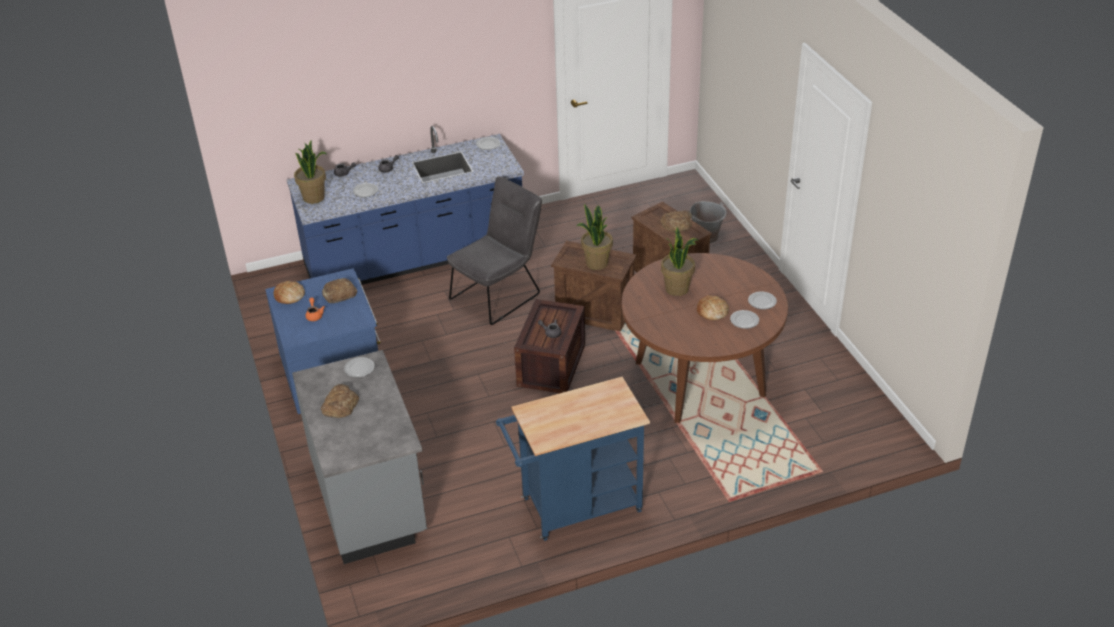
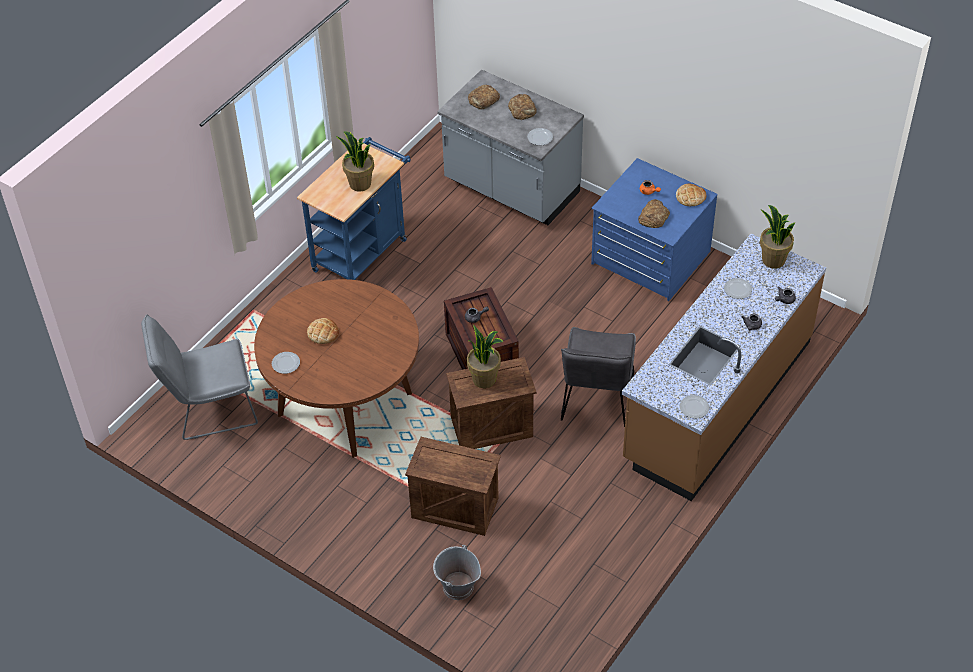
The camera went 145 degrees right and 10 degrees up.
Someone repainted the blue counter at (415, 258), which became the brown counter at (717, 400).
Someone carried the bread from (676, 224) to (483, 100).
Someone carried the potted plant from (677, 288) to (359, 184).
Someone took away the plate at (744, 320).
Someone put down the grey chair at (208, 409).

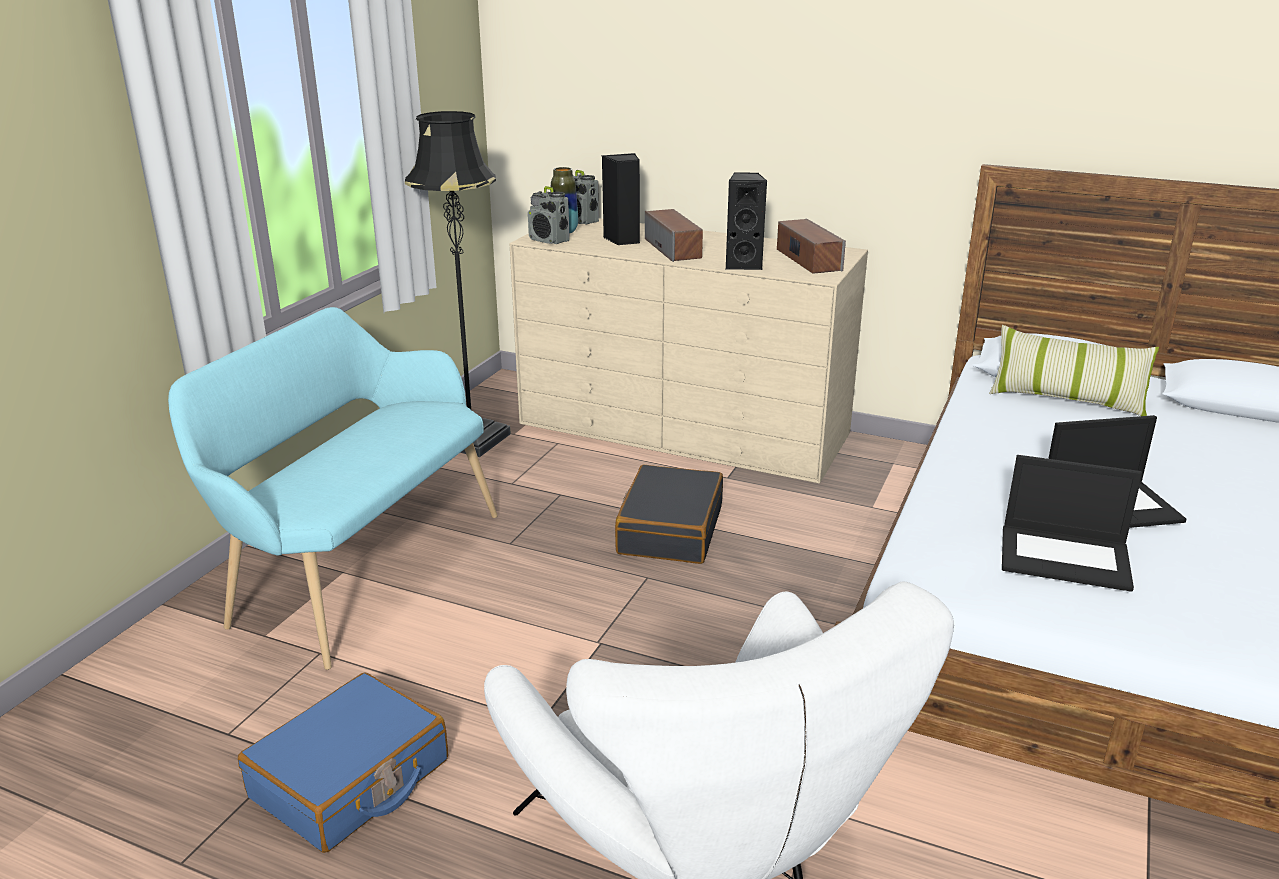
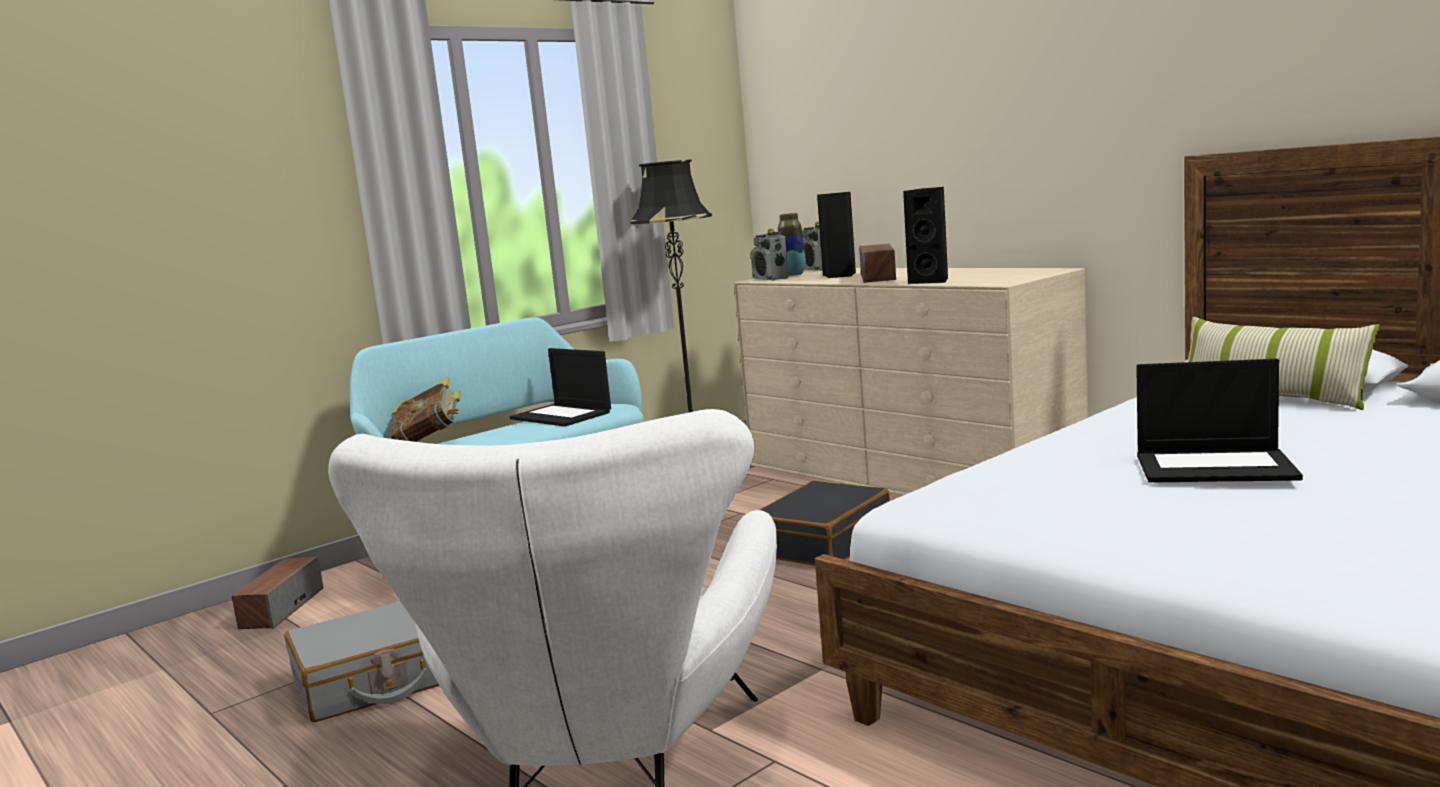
The camera went 25 degrees right and 15 degrees down.
Someone repainted the blue suitcase at (350, 780), which became the grey suitcase at (380, 680).
Someone carried the speaker from (808, 260) to (281, 608).
Someone carried the laptop from (1066, 557) to (562, 415).
Someone put down the book at (430, 442).

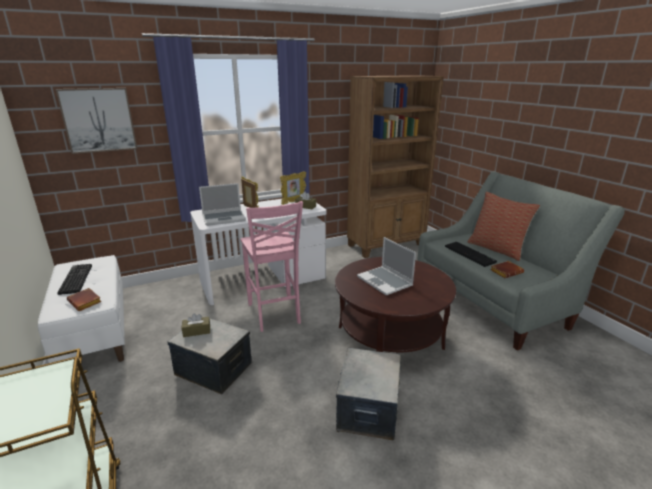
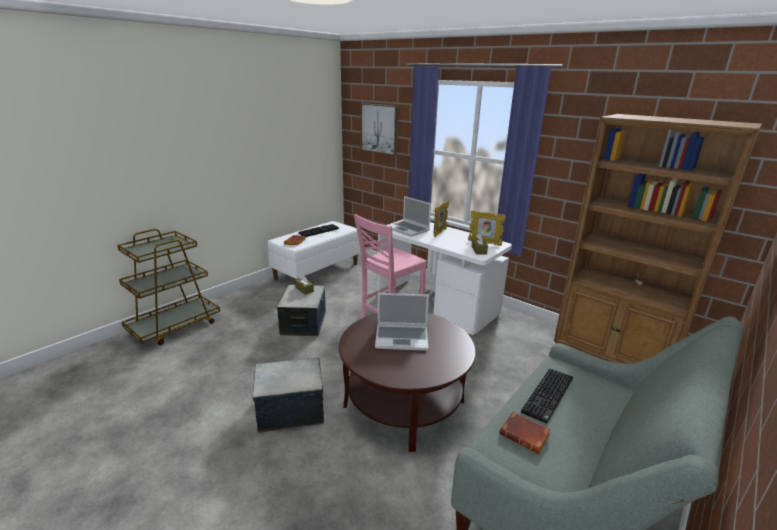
The camera went 65 degrees right and 0 degrees up.
Someone rotated the laptop at (385, 281) by 120 degrees counterclockwise.
Someone took away the pillow at (497, 249).

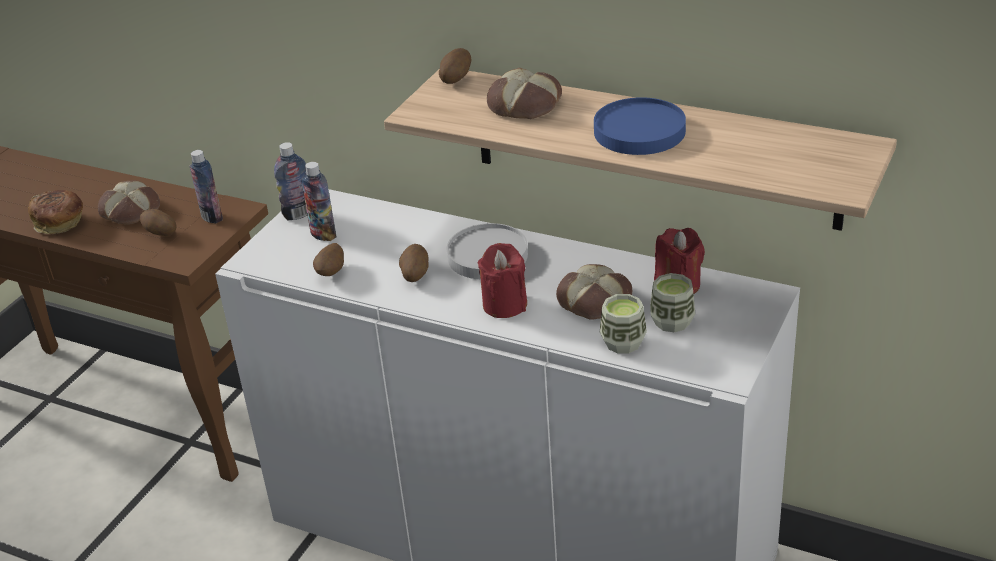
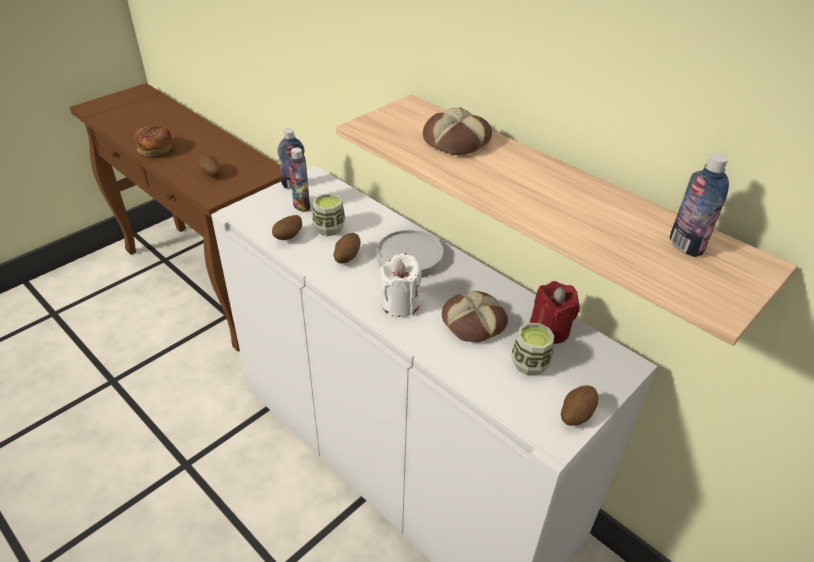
The camera went 15 degrees right and 5 degrees up.
Someone took away the bread at (129, 211).
Someone carried the bottle from (212, 217) to (685, 245).
Someone carried the potato from (455, 79) to (575, 415).
Someone repainted the red candle at (504, 304), which became the white candle at (400, 304).
Someone took away the blue plate at (638, 131).
Someone carried the cup from (623, 342) to (329, 228).

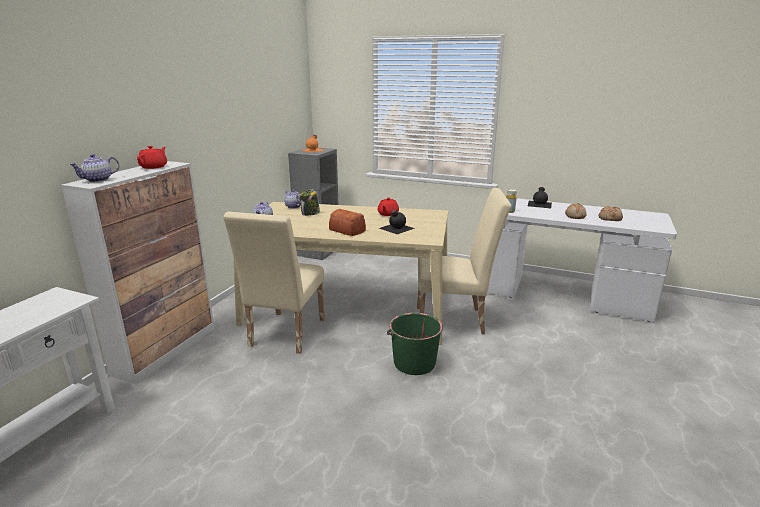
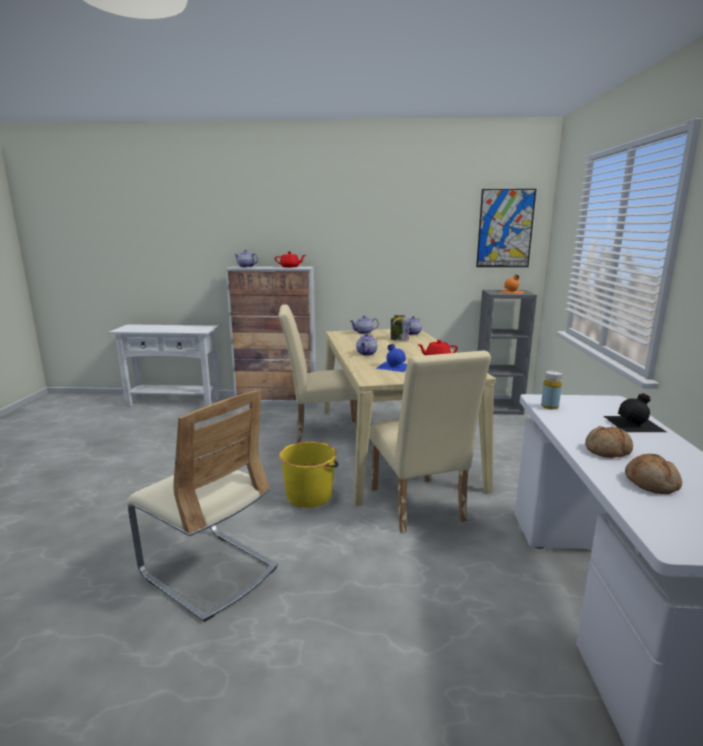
The camera went 70 degrees right and 5 degrees down.
Someone swapped the bread at (347, 230) for the teapot at (367, 353).
Someone repainted the black bottle at (396, 228), which became the blue bottle at (394, 366).
Someone repainted the green bucket at (414, 362), which became the yellow bucket at (310, 495).
Someone put down the beige chair at (208, 571).
Someone put up the picture at (505, 228).

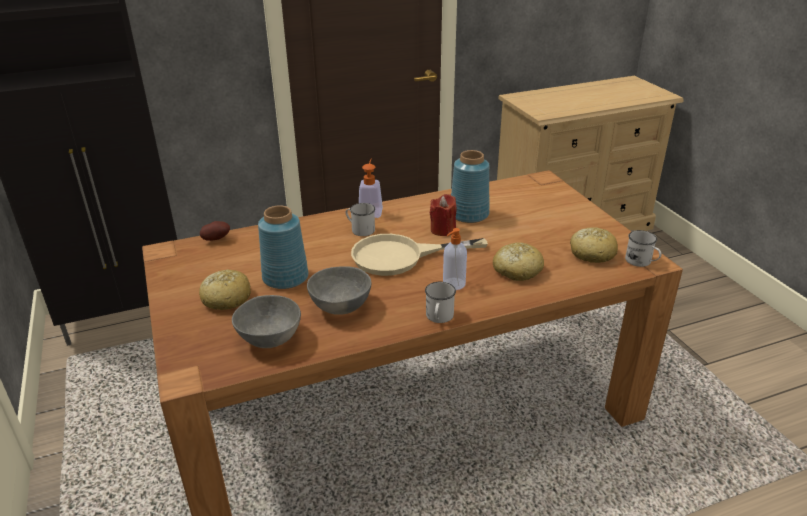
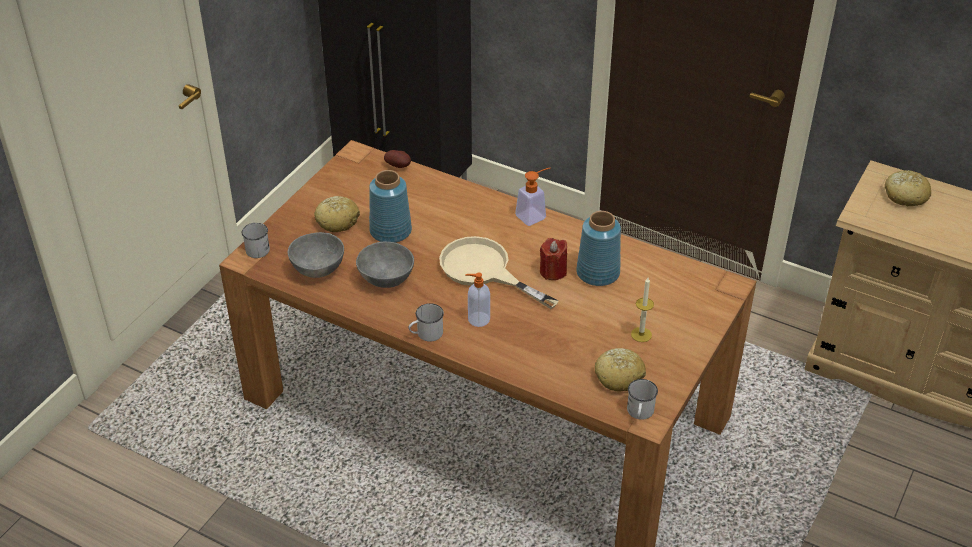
The camera went 50 degrees right and 10 degrees up.
Someone carried the white mug from (360, 229) to (257, 248).
Someone carried the bread from (517, 270) to (905, 195).
Someone put down the candle at (641, 334).

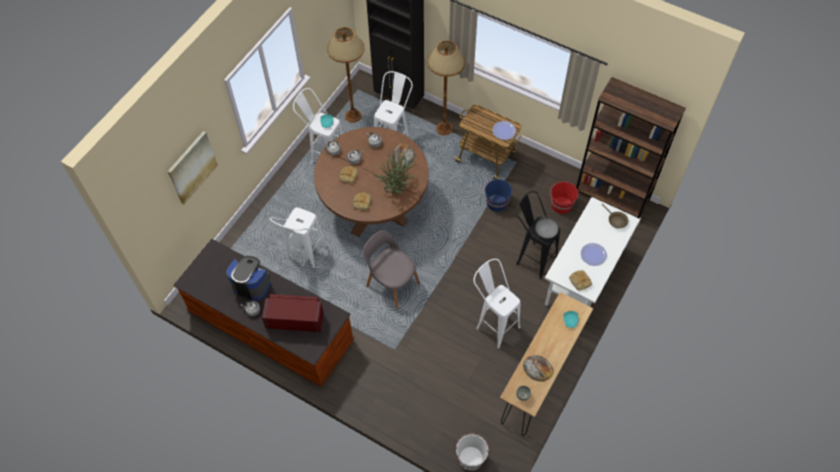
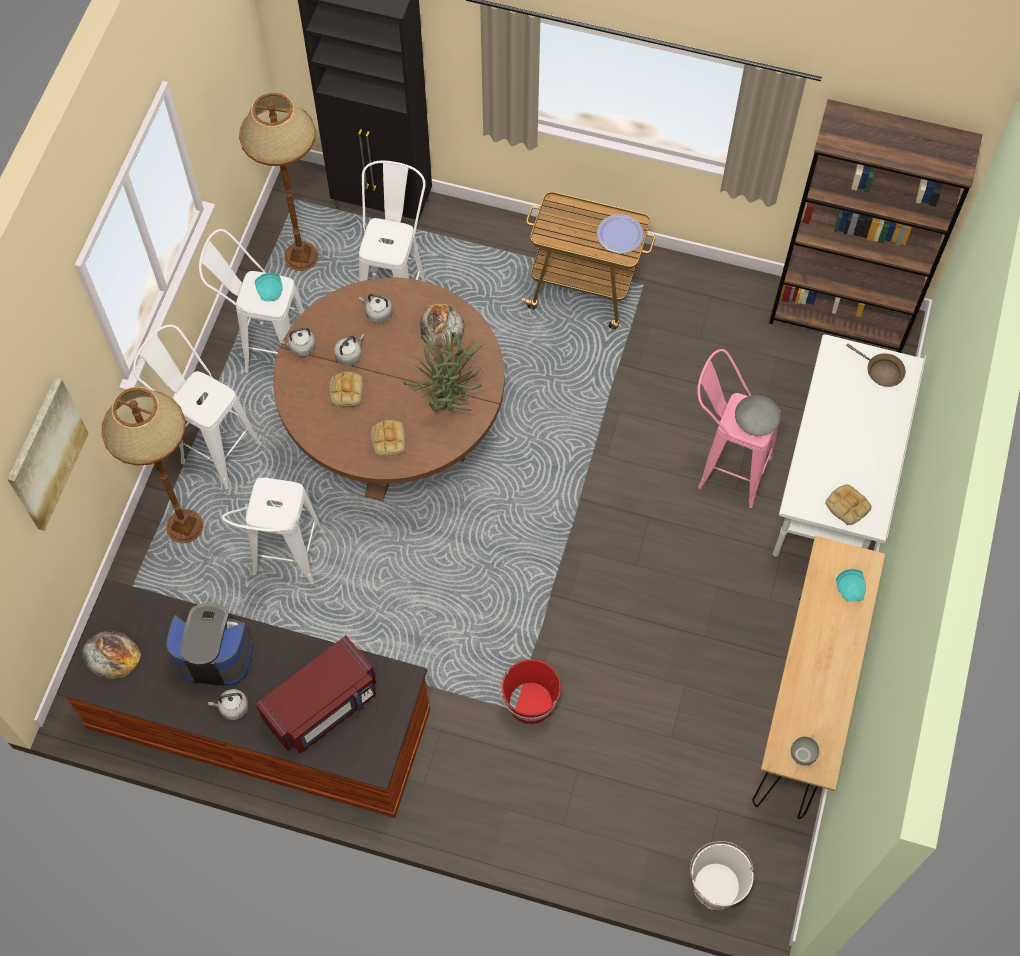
The camera went 15 degrees left and 5 degrees up.
Someone rotated the red microwave at (295, 319) by 150 degrees clockwise.
Someone took away the grey chair at (392, 283).
Someone carried the brown floor lamp from (444, 129) to (185, 526).
Someone carried the white stool from (493, 323) to (211, 447).
Someone took away the blue bucket at (496, 203).
Someone repainted the black stool at (531, 257), which became the pink stool at (723, 468).
Someone carried the bread from (538, 368) to (111, 654).
Someone carried the red bucket from (561, 205) to (530, 704).
Someone took away the plate at (593, 255).

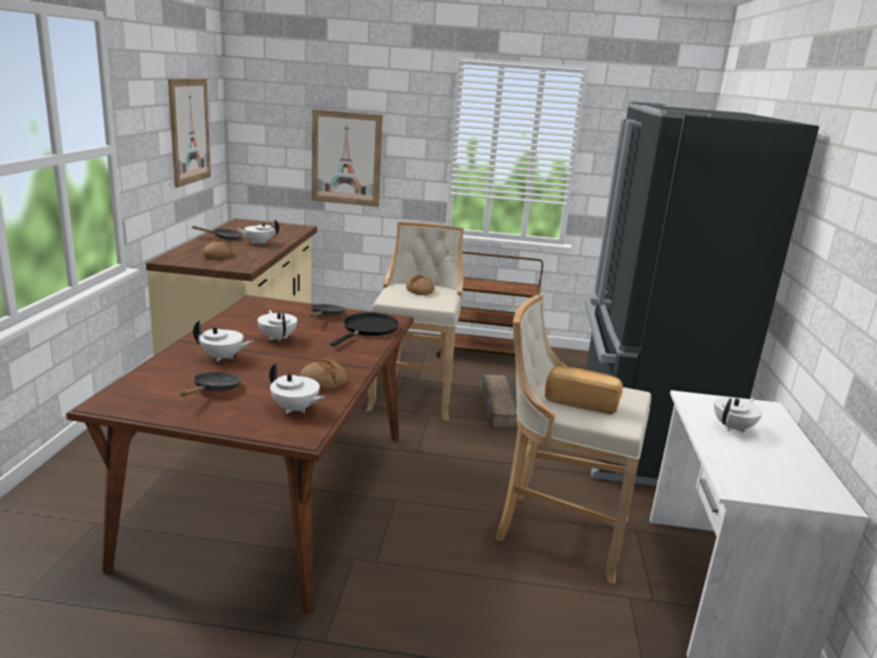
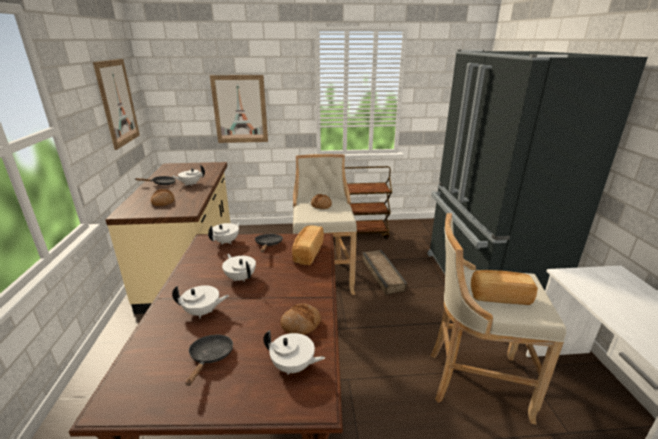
The camera went 10 degrees left and 5 degrees up.
Someone swapped the black frying pan at (368, 329) for the bread at (307, 253).
Someone carried the white teapot from (733, 427) to (227, 242).

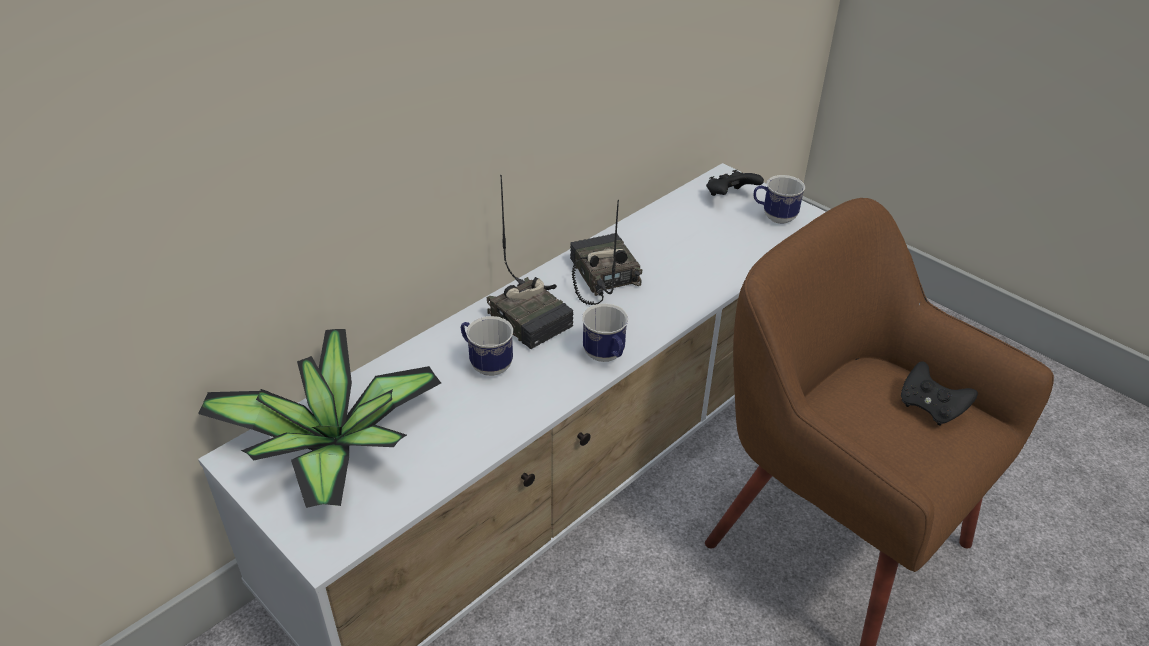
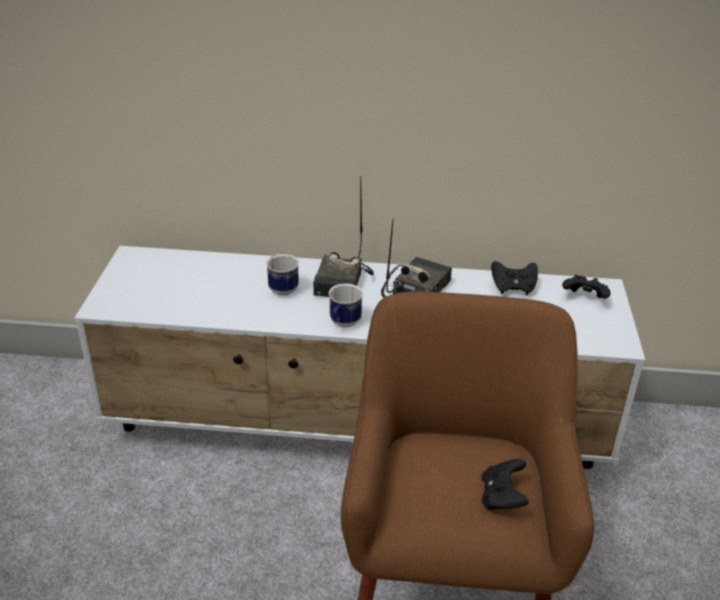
The camera went 50 degrees right and 5 degrees down.
Someone took away the potted plant at (334, 449).
Someone took away the mug at (774, 217).
Someone put down the black game controller at (513, 288).

